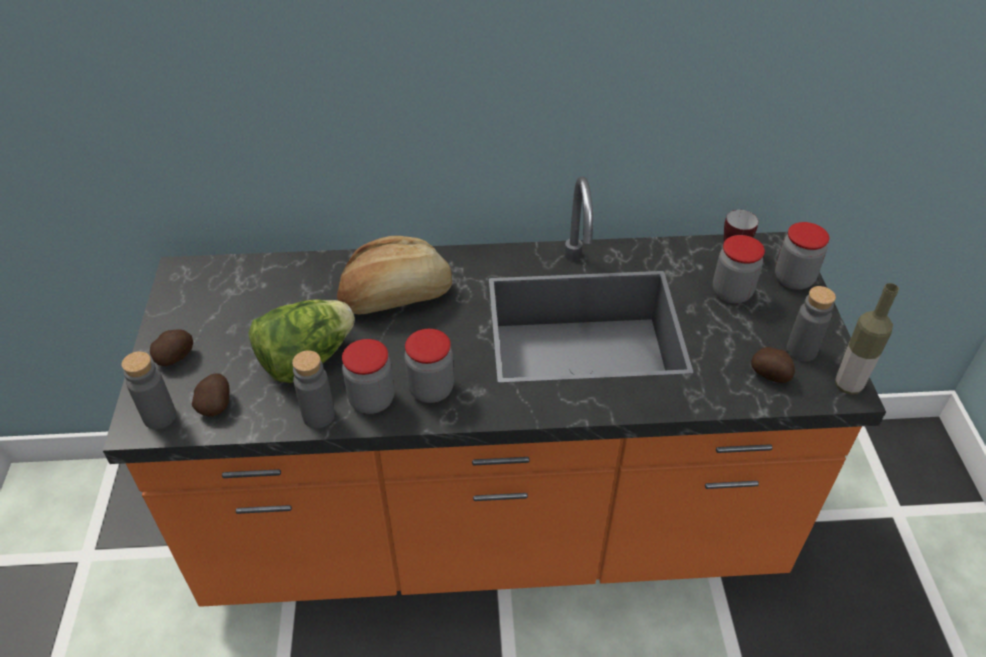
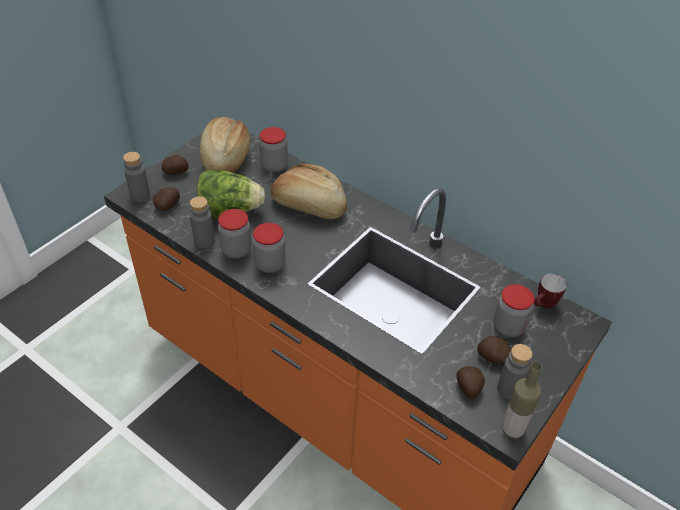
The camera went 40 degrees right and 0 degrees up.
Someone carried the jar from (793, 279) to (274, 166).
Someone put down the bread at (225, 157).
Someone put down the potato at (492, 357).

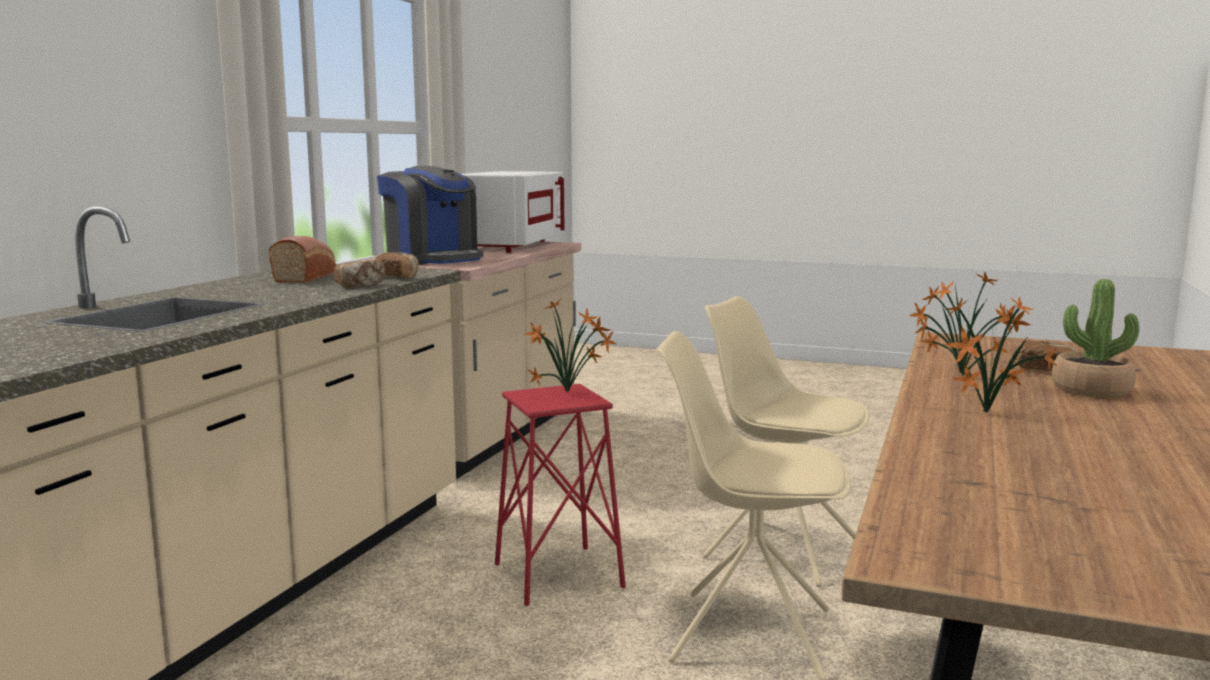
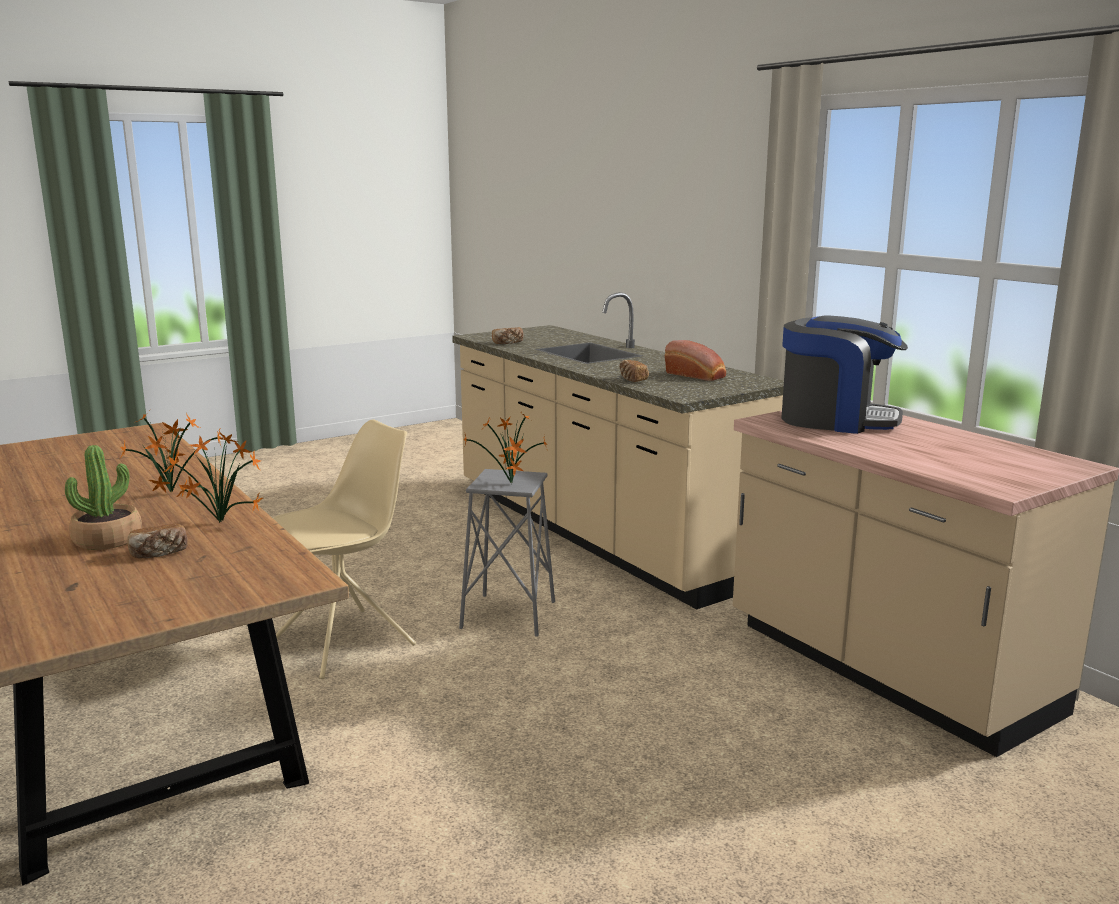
The camera went 125 degrees right and 5 degrees up.
Someone carried the bread from (397, 277) to (507, 343).
Someone rotated the coffee machine at (433, 259) by 150 degrees counterclockwise.
Someone took away the white microwave at (511, 246).
Someone repainted the red stool at (558, 575), which became the grey stool at (508, 615).
Someone took away the beige chair at (780, 549).

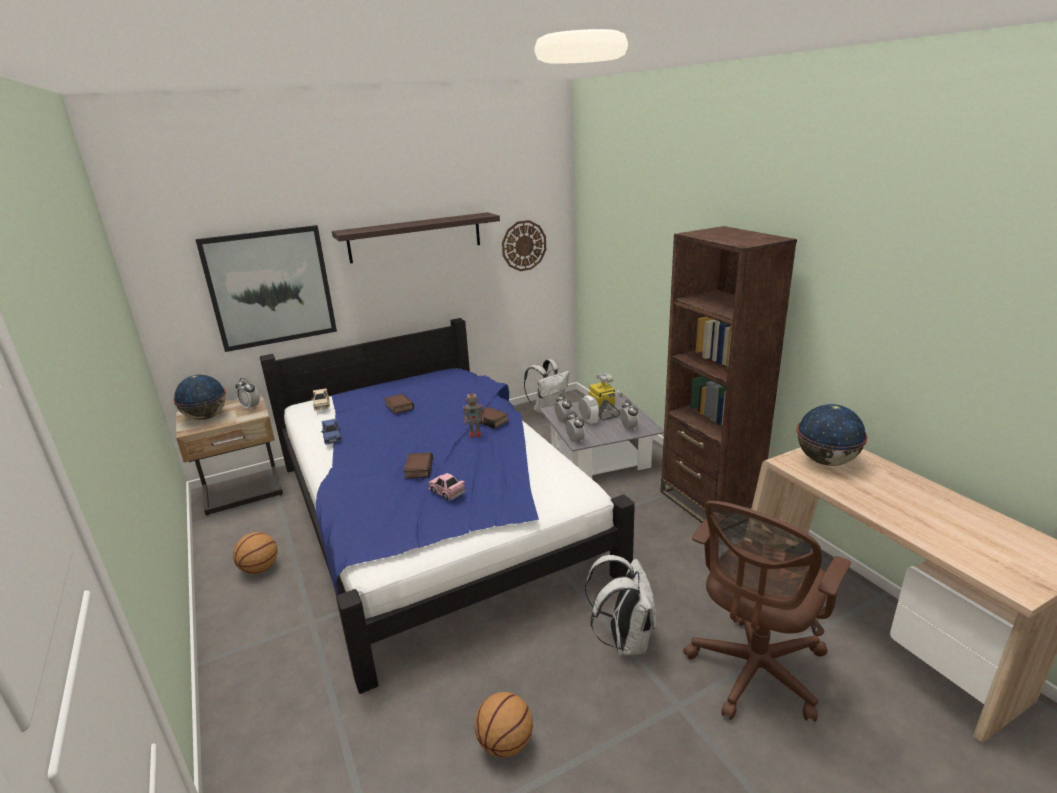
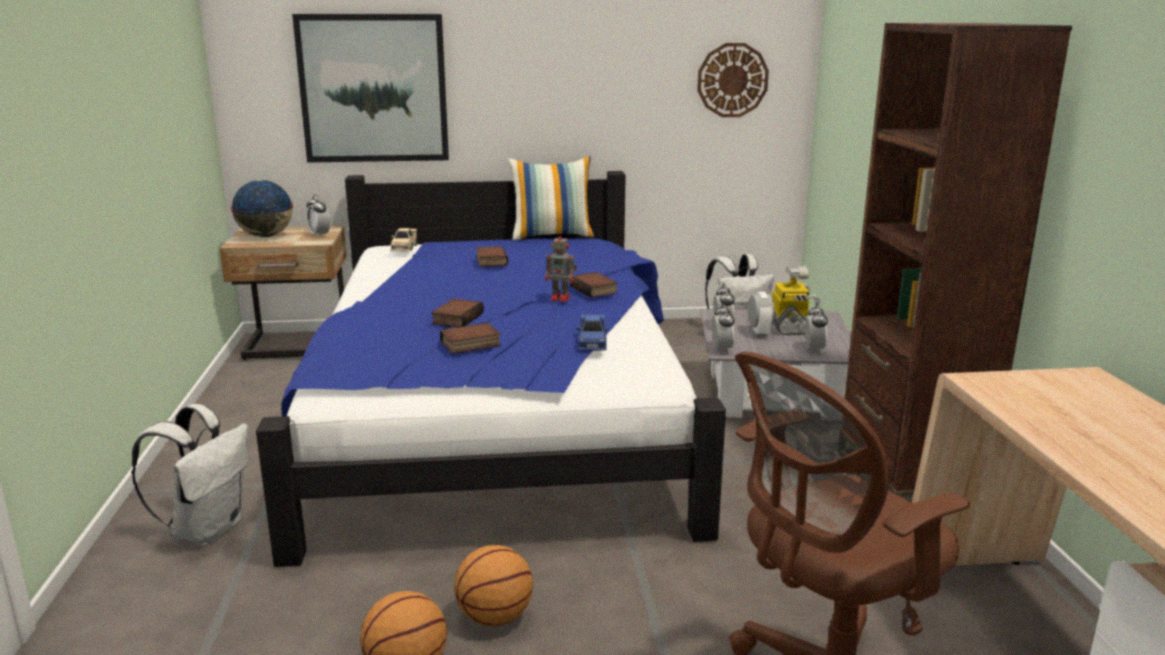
The camera went 20 degrees right and 5 degrees down.
Someone carried the basketball from (260, 568) to (495, 617).
Someone carried the blue toy car from (332, 437) to (592, 343).
Someone took away the shelf at (415, 237).
Someone swapped the pink toy car at (447, 492) for the book at (470, 344).
Someone carried the white backpack from (624, 640) to (207, 529).
Someone took away the globe at (826, 461).
Someone put down the pillow at (552, 235).

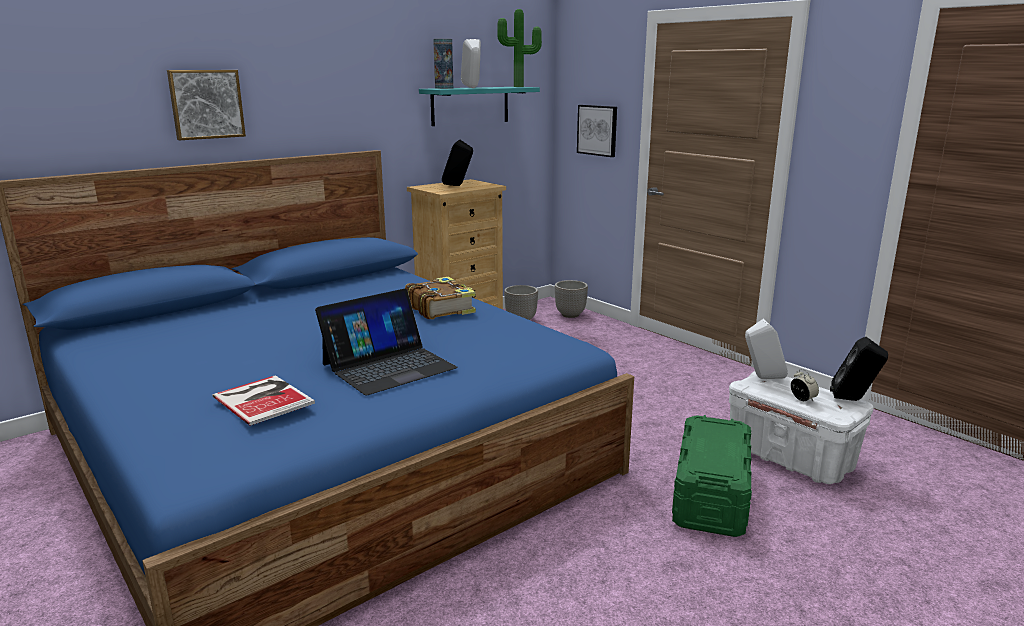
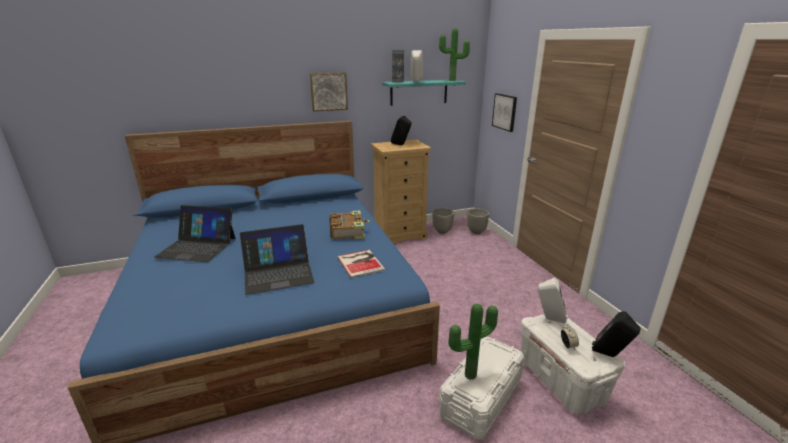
The camera went 20 degrees right and 5 degrees up.
Someone carried the picture from (206, 104) to (328, 91).
Someone carried the book from (264, 398) to (361, 262).
Someone repainted the green storage box at (711, 495), which became the white storage box at (481, 398).
Someone put down the laptop at (197, 247).
Someone put down the potted plant at (468, 373).

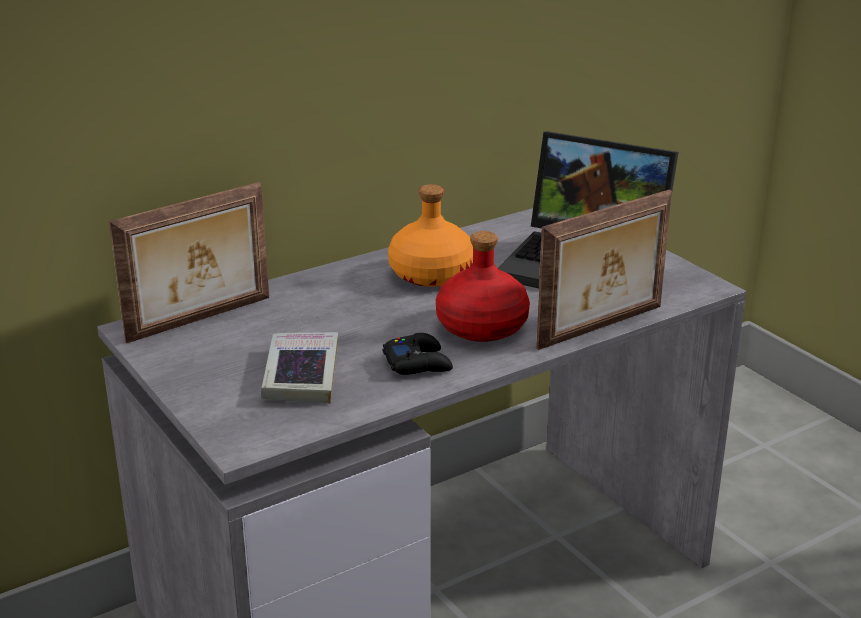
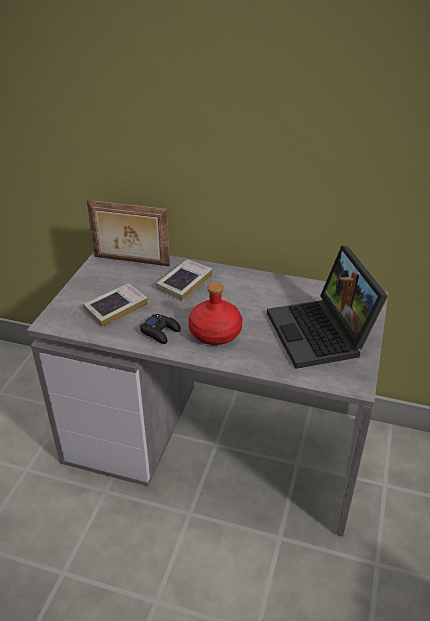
The camera went 50 degrees right and 10 degrees up.
Someone took away the orange bottle at (430, 274).
Someone took away the picture frame at (602, 328).
Someone put down the book at (184, 283).

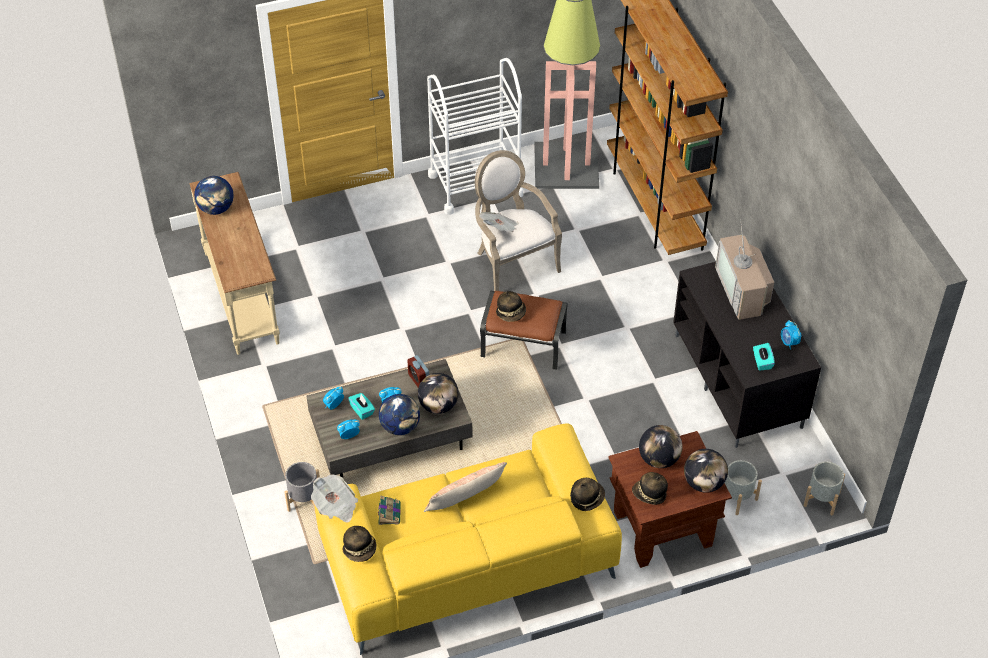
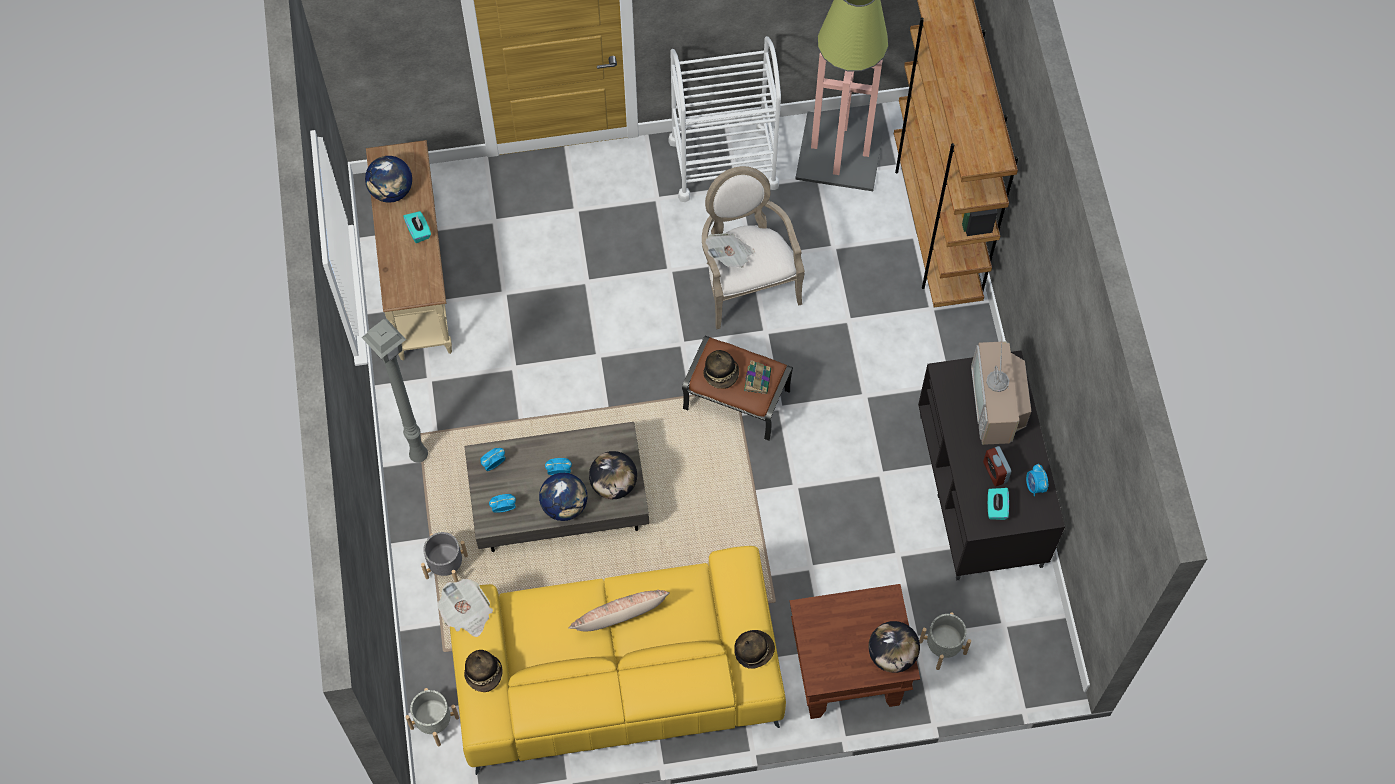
The camera went 10 degrees right and 15 degrees up.
Someone carried the turquoise tissue box from (362, 410) to (418, 231).
Someone carried the book from (389, 513) to (757, 379).
Someone carried the alarm clock from (418, 380) to (995, 472).
Someone took away the hat at (649, 494).
Someone took away the globe at (659, 459).
Someone carried the grey planter from (821, 499) to (434, 722).
Someone put down the grey floor lamp at (417, 455).

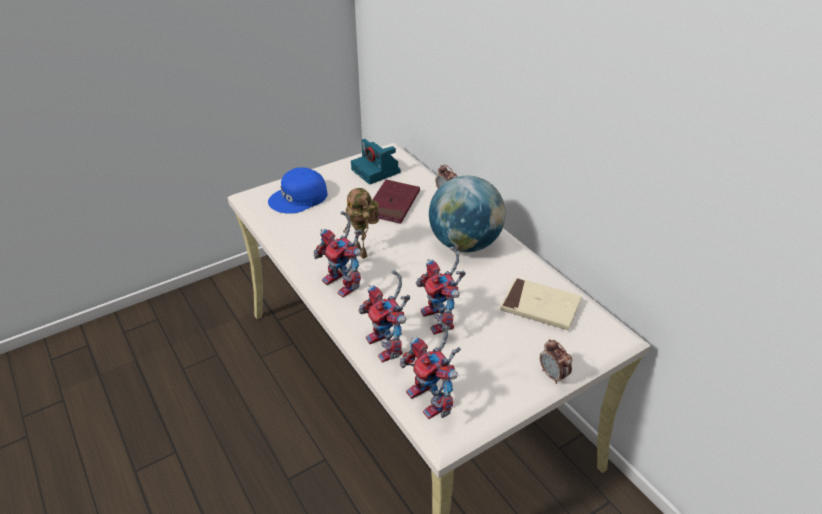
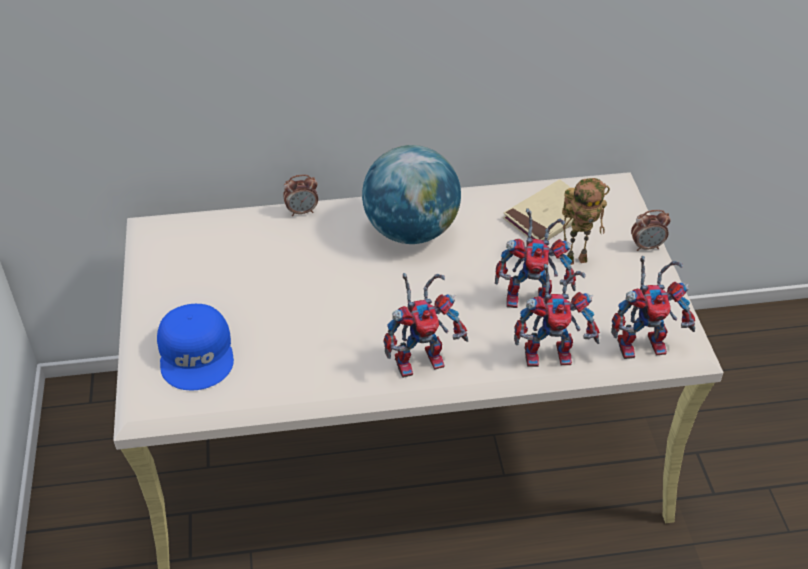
The camera went 65 degrees left and 5 degrees up.
Someone carried the toy robot from (363, 253) to (576, 259).
Someone took away the photo camera at (377, 171).
Someone took away the red book at (393, 204).

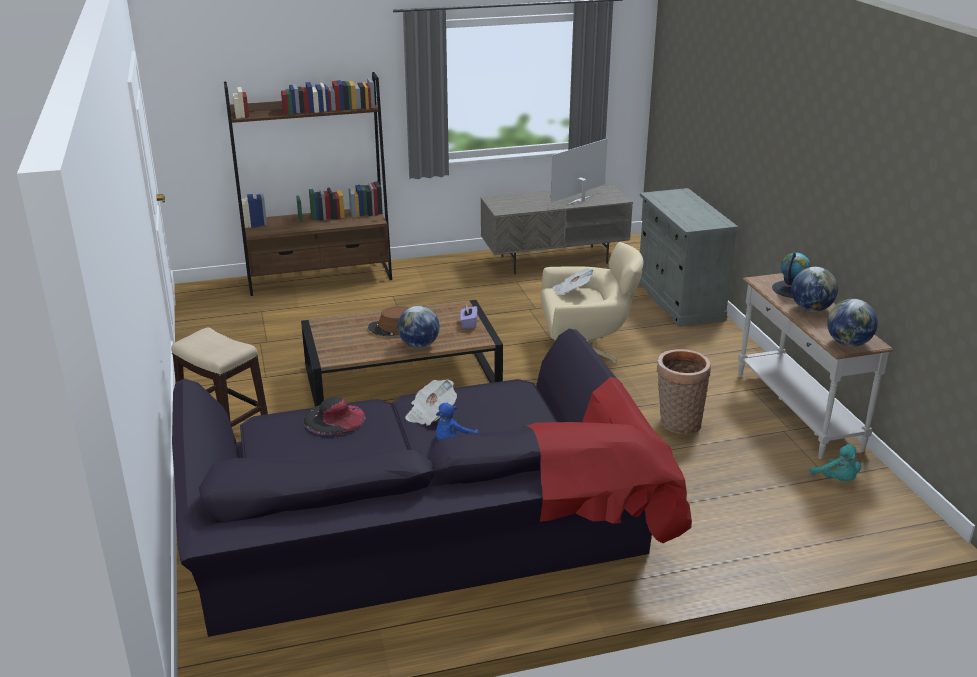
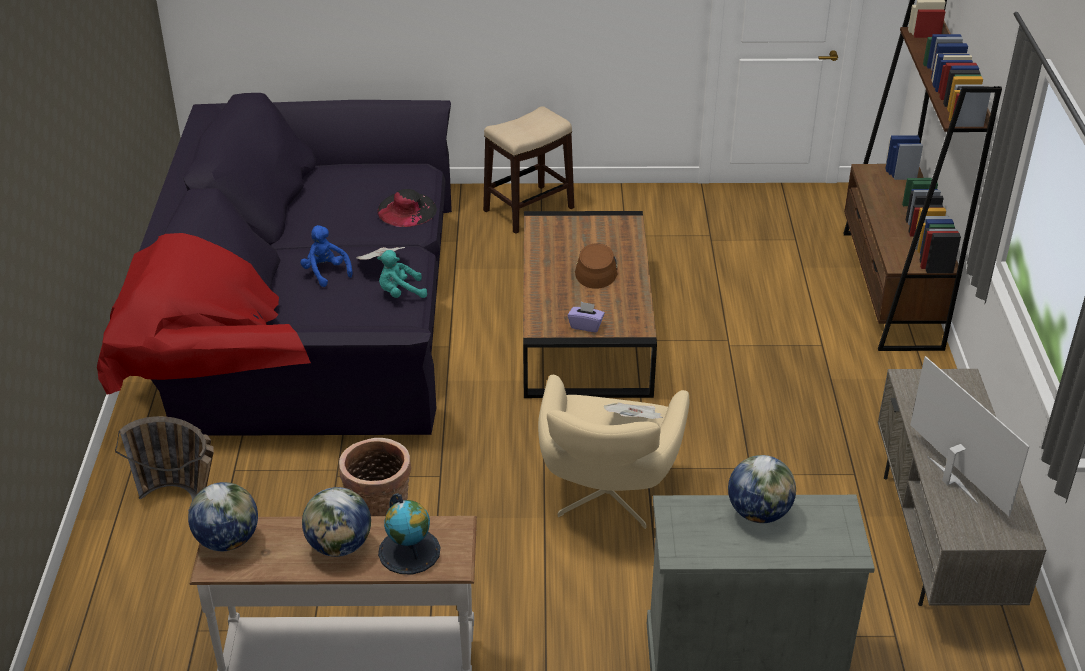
The camera went 105 degrees right and 10 degrees up.
Someone carried the globe from (418, 345) to (759, 513).
Someone carried the turquoise plush toy from (837, 480) to (400, 293).
Someone put down the basket at (185, 505).

